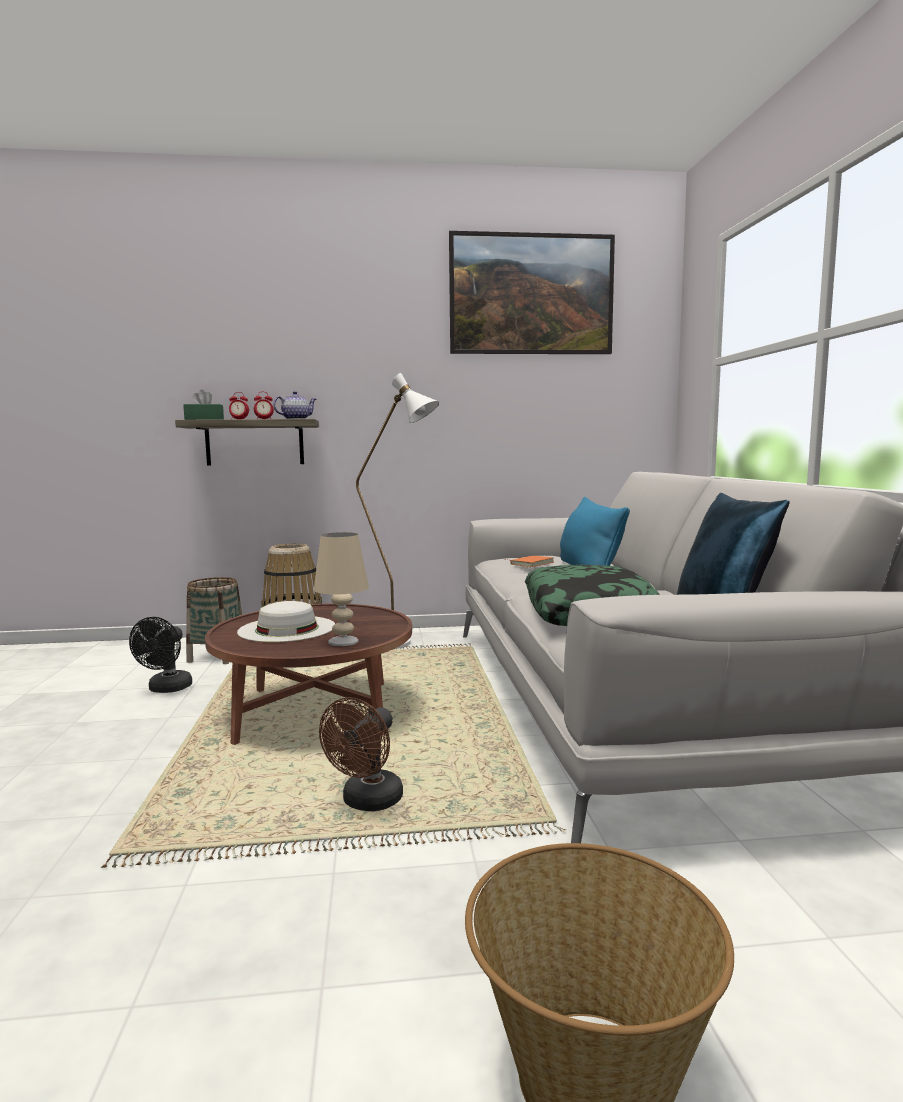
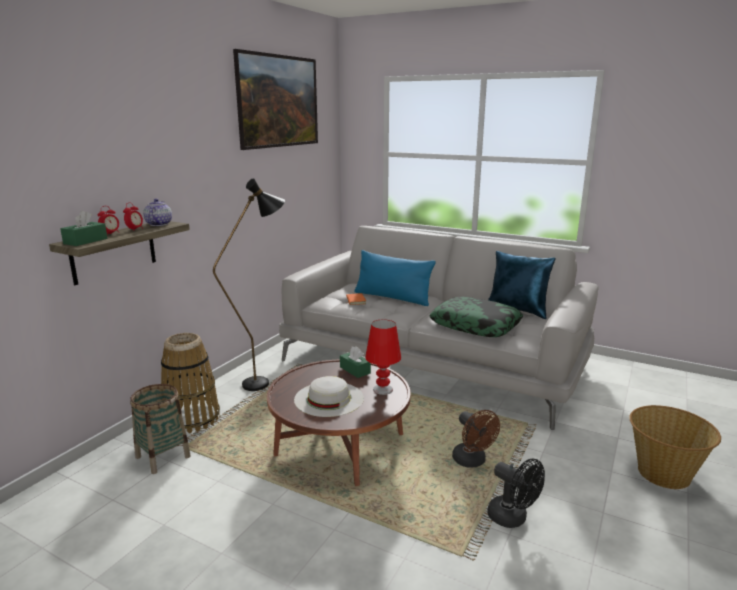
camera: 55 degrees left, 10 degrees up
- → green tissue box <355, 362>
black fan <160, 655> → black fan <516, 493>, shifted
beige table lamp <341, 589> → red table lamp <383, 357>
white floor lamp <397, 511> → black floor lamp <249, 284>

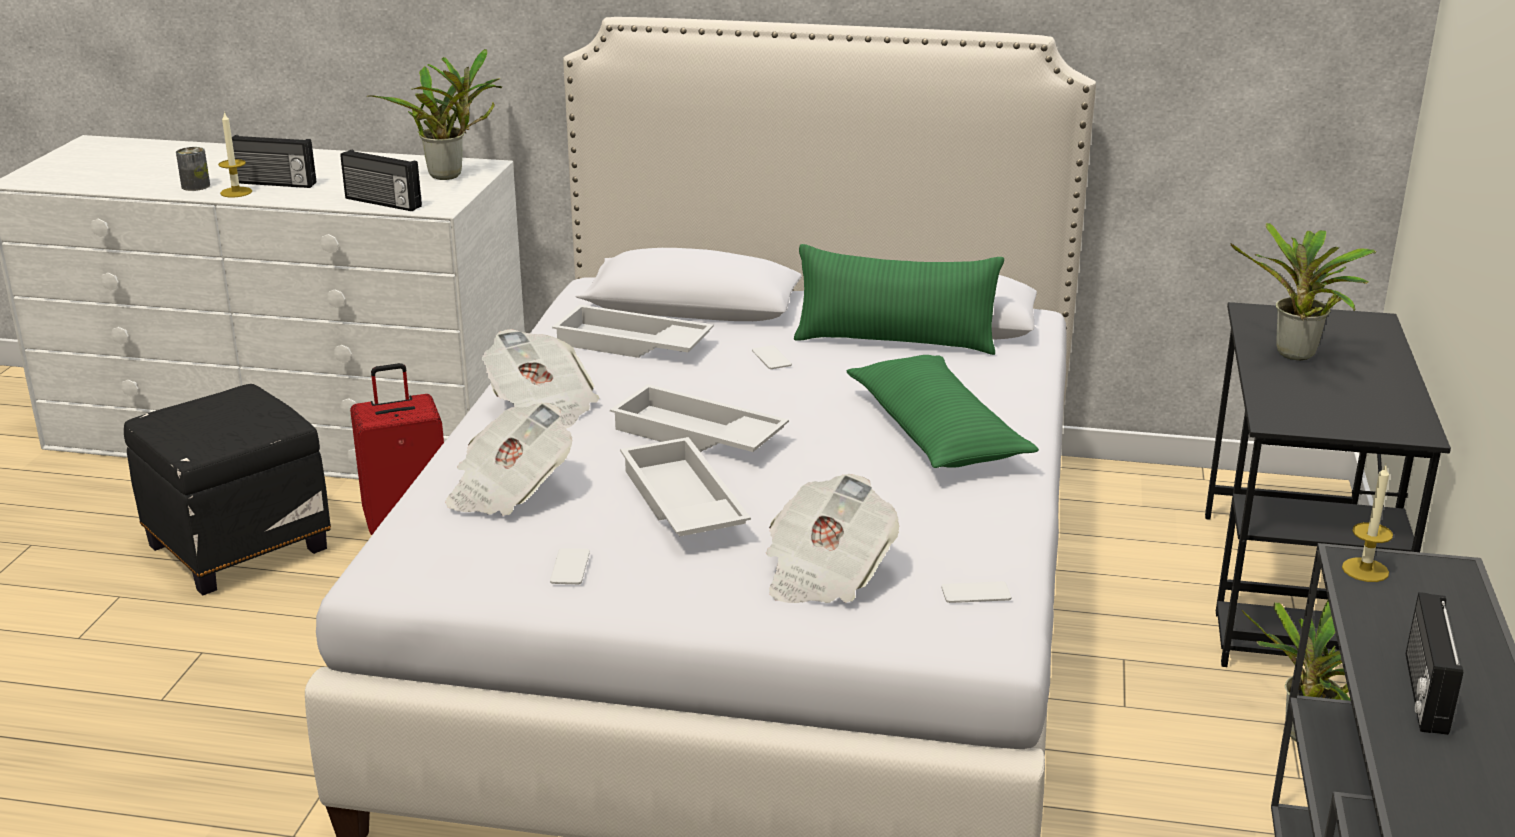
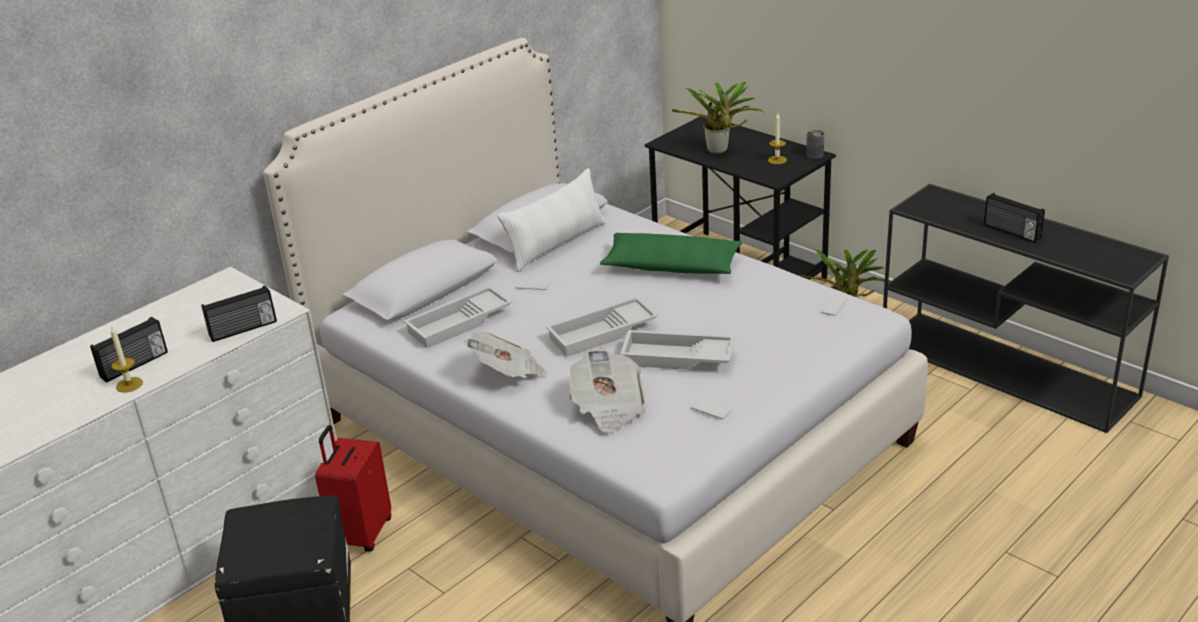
camera: 55 degrees left, 5 degrees up
potted plant <434, 114> → -
newspaper <833, 538> → -
can <193, 169> → can <815, 144>, shifted
candle <1367, 523> → candle <777, 138>, shifted
green pillow <899, 299> → white pillow <552, 220>

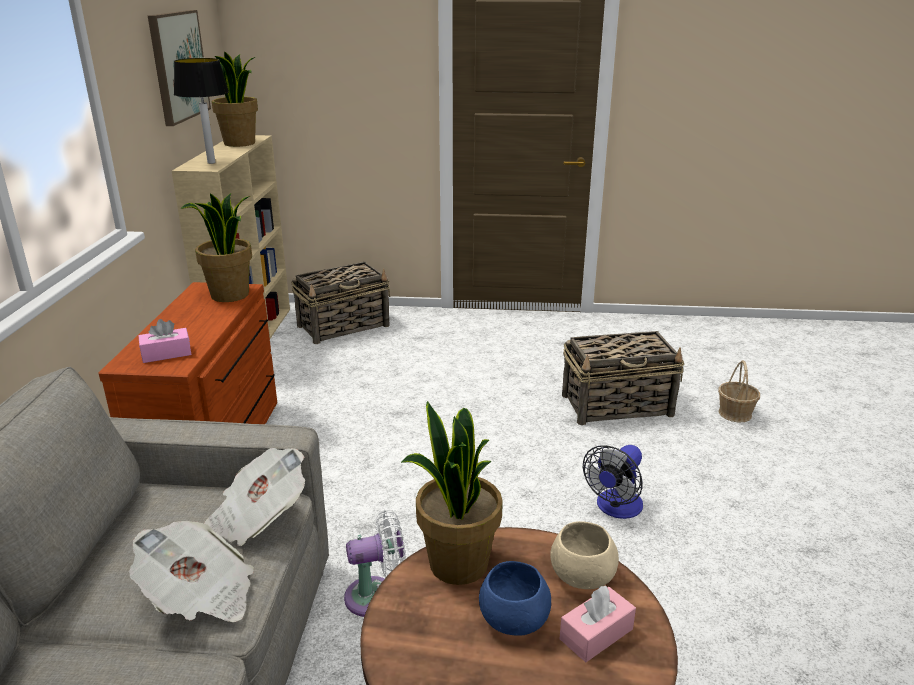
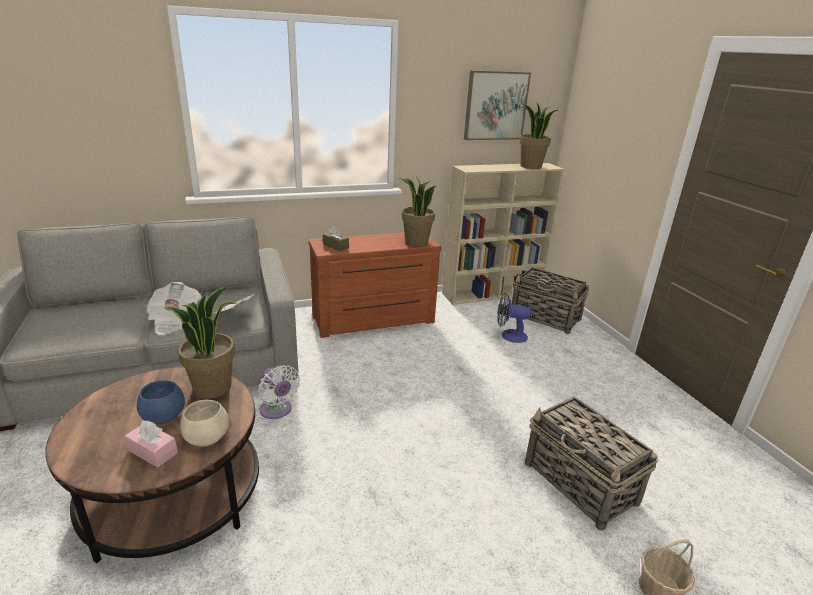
camera: 65 degrees right, 0 degrees up
table lamp <201, 111> → -
fan <613, 482> → fan <514, 318>, shifted
pink tissue box <165, 341> → brown tissue box <336, 238>

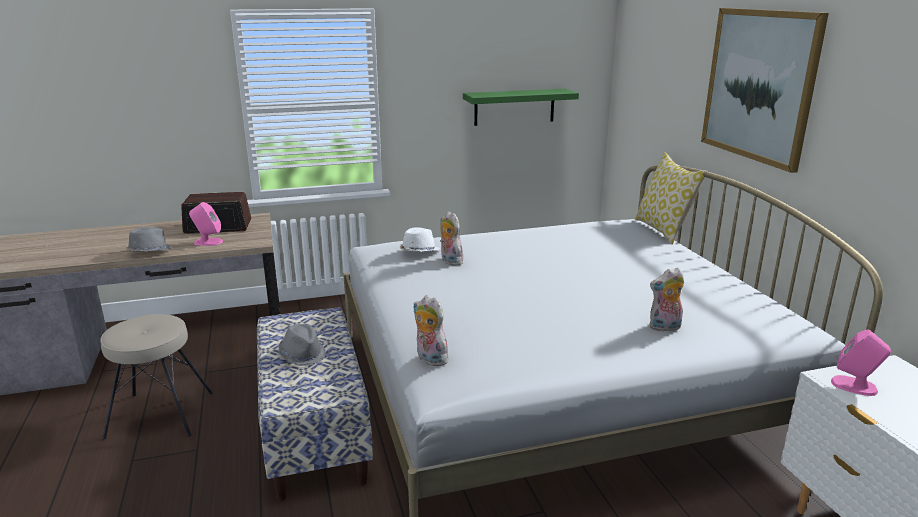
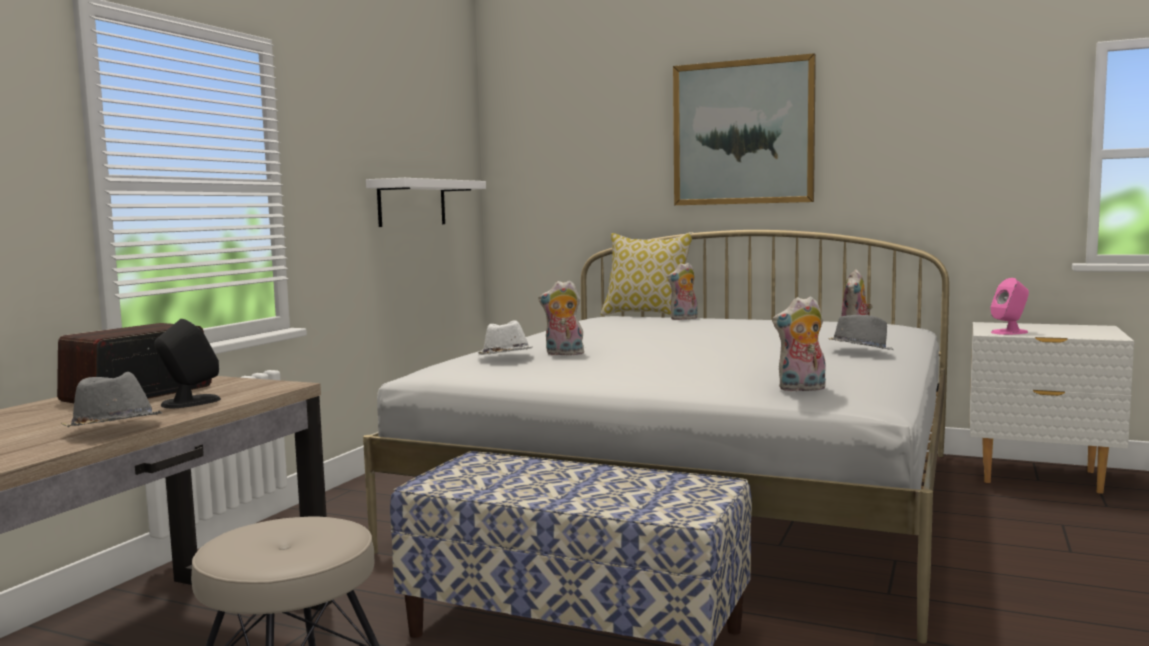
camera: 50 degrees left, 15 degrees down
- → plush toy <682, 291>
grey hat <302, 345> → grey hat <861, 332>, shifted
pink speaker <206, 224> → black speaker <187, 363>
green shelf <521, 107> → white shelf <426, 202>

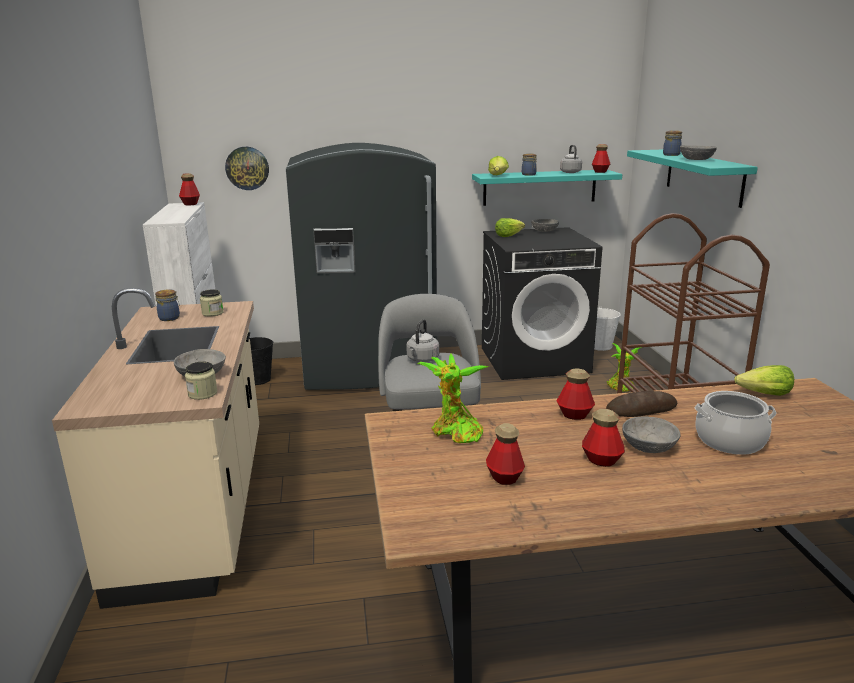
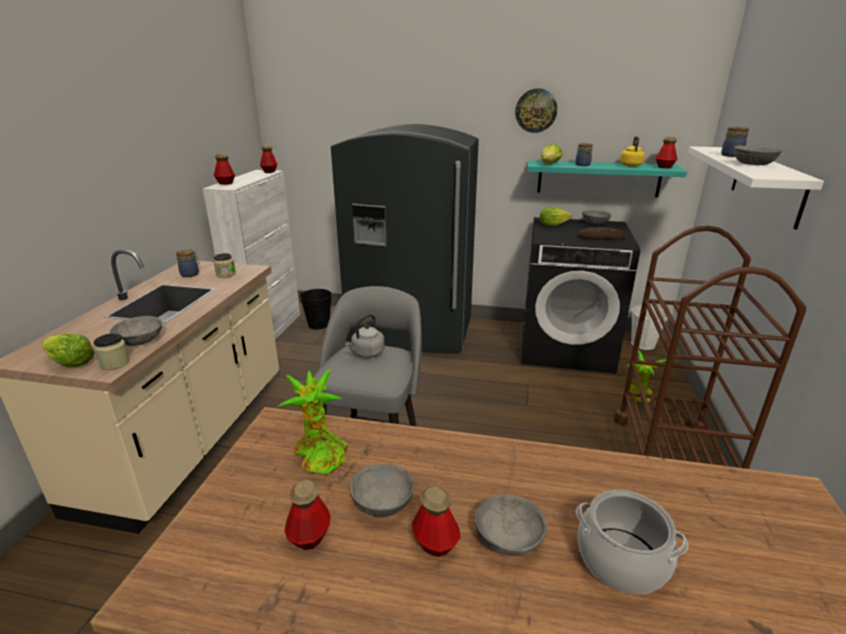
camera: 20 degrees right, 5 degrees up
- → grey bowl <382, 490>
wall clock <247, 168> → wall clock <536, 111>, shifted
bottle <576, 394> → bottle <224, 169>, shifted
bread <642, 404> → bread <602, 233>, shifted
lettuce <764, 380> → lettuce <68, 350>, shifted
grey kettle <571, 159> → yellow kettle <632, 151>
turquoise shelf <692, 179> → white shelf <756, 188>

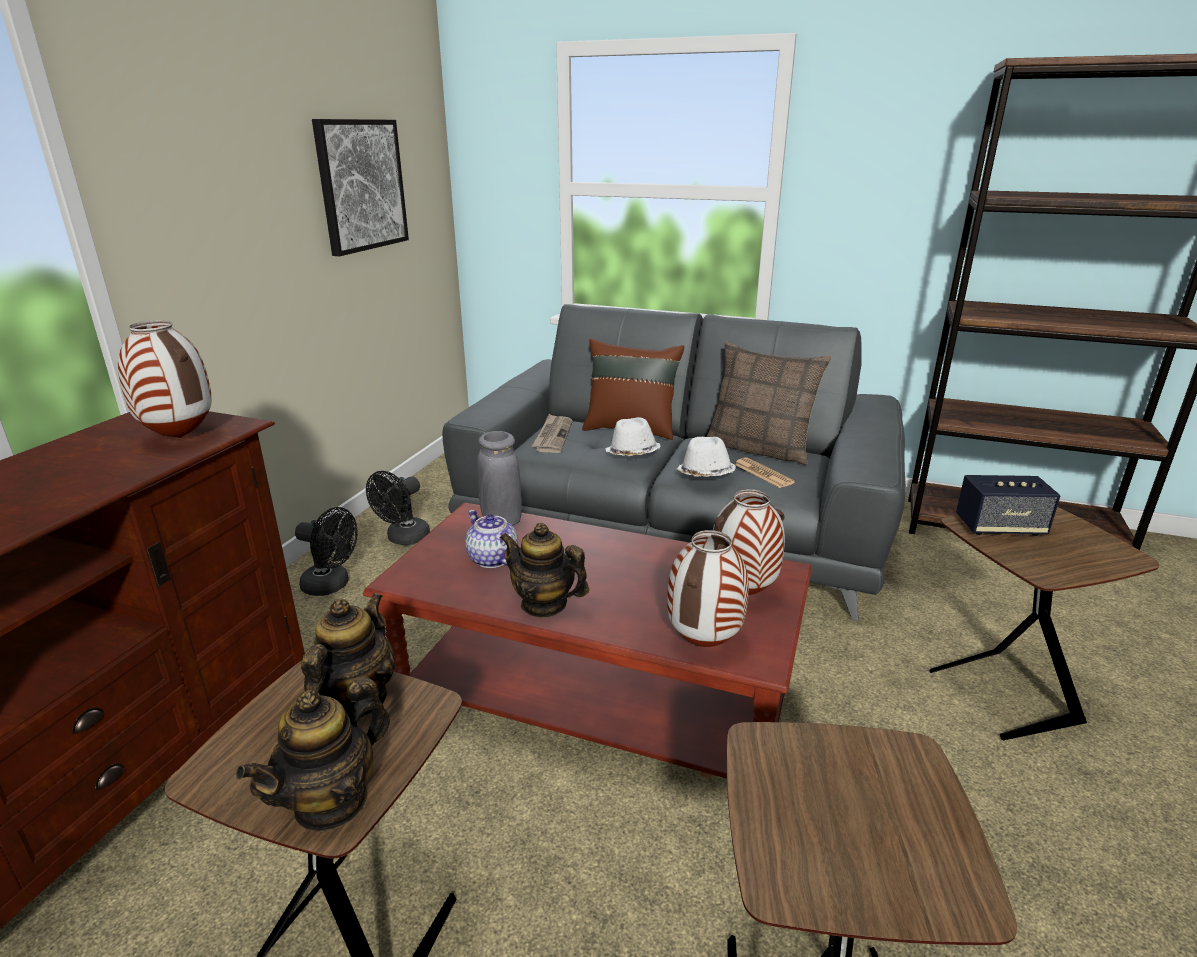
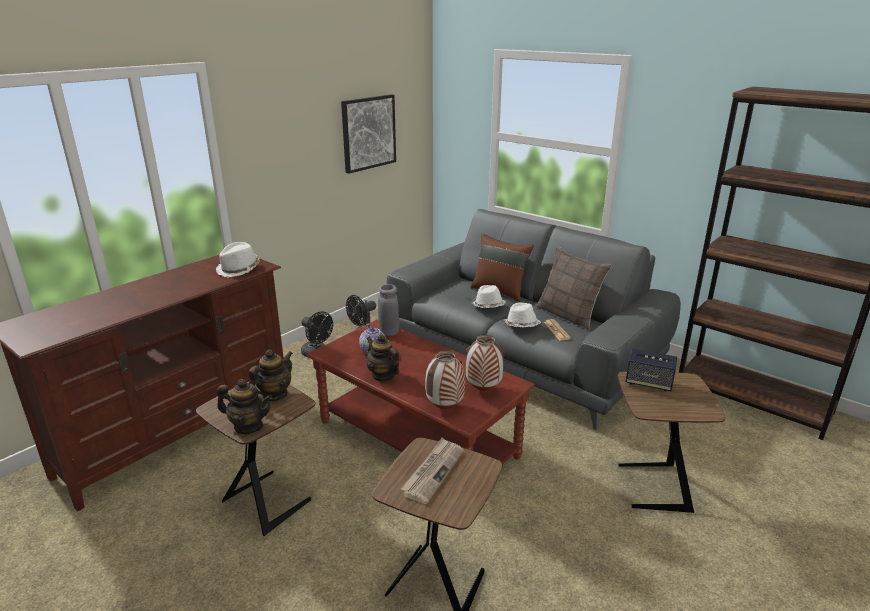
camera: 20 degrees right, 0 degrees up
newspaper <552, 433> → newspaper <432, 471>, shifted
vase <165, 379> → white hat <237, 259>
teapot <313, 755> → teapot <244, 406>, 135 degrees counterclockwise

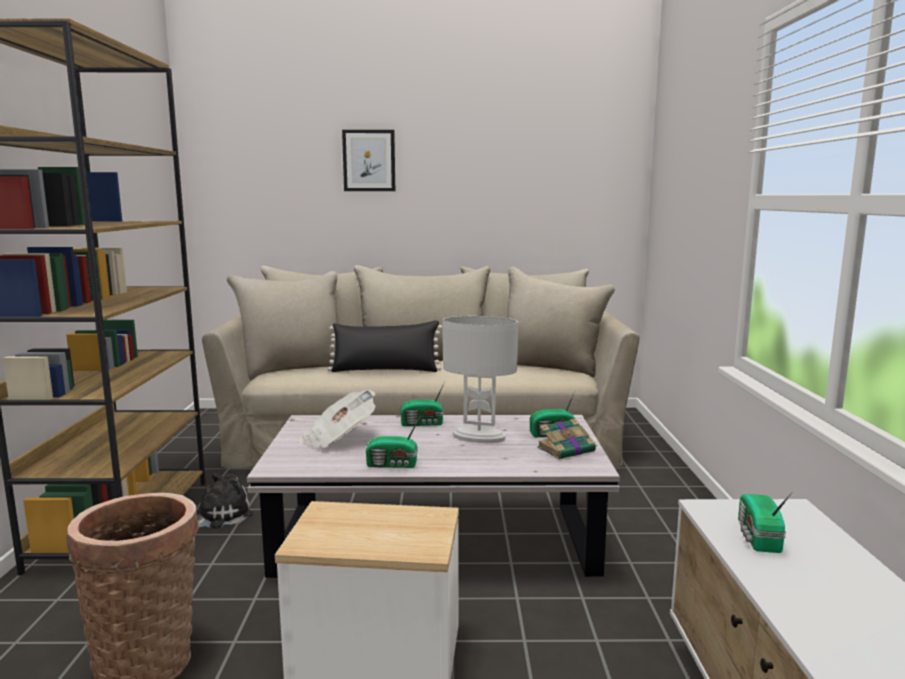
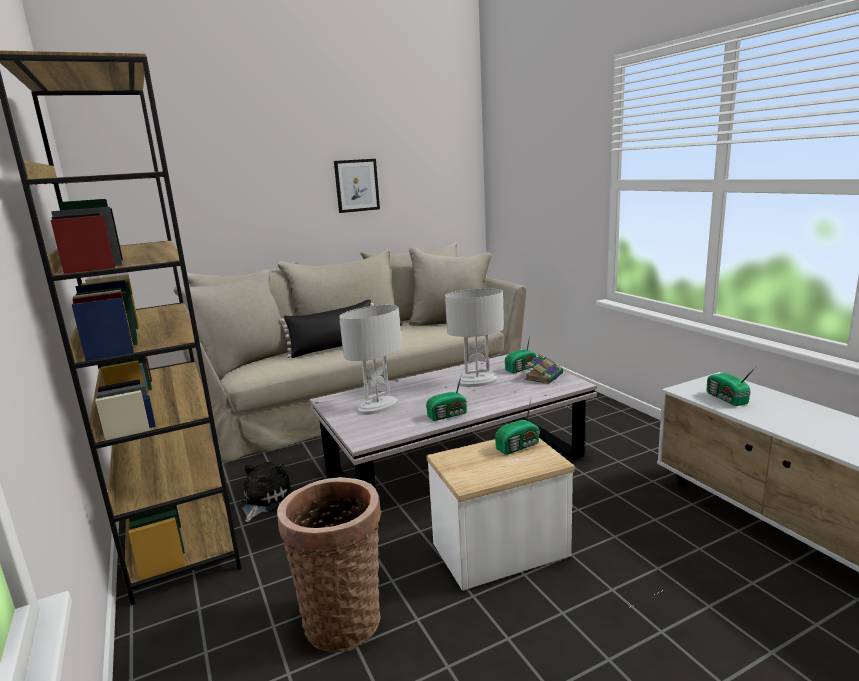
camera: 25 degrees left, 5 degrees up
picture <368, 160> → picture <357, 186>, shifted
radio <423, 404> → radio <517, 427>, shifted
newspaper <337, 419> → white table lamp <370, 360>

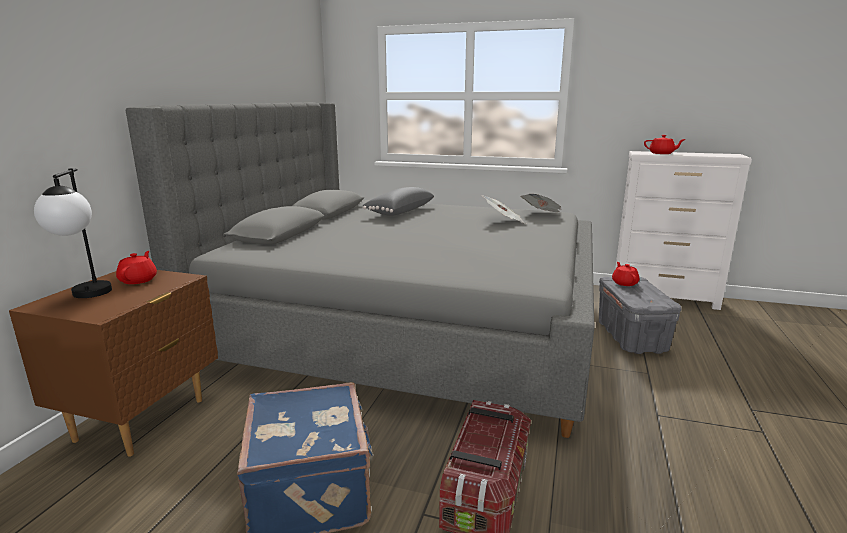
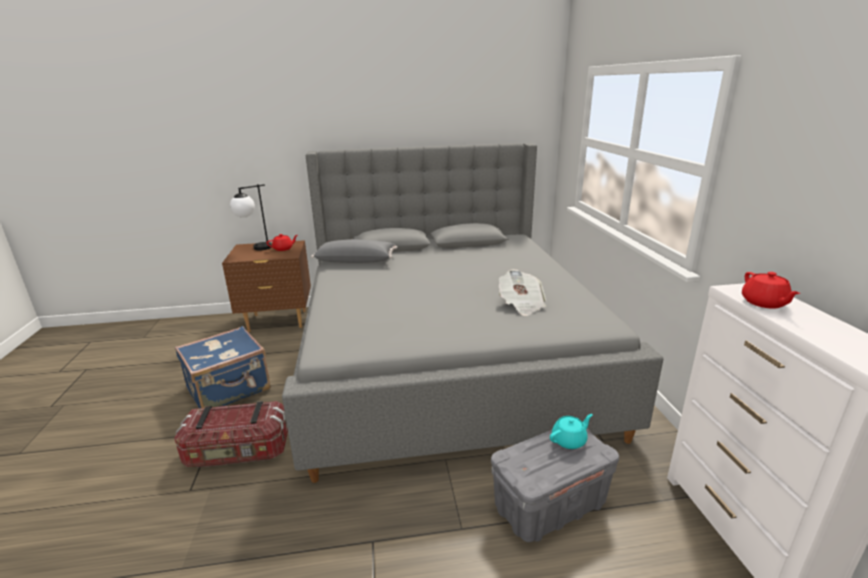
camera: 65 degrees right, 5 degrees up
newspaper <541, 203> → -
grey pillow <398, 201> → grey pillow <354, 251>, shifted
red teapot <625, 274> → turquoise teapot <571, 431>

